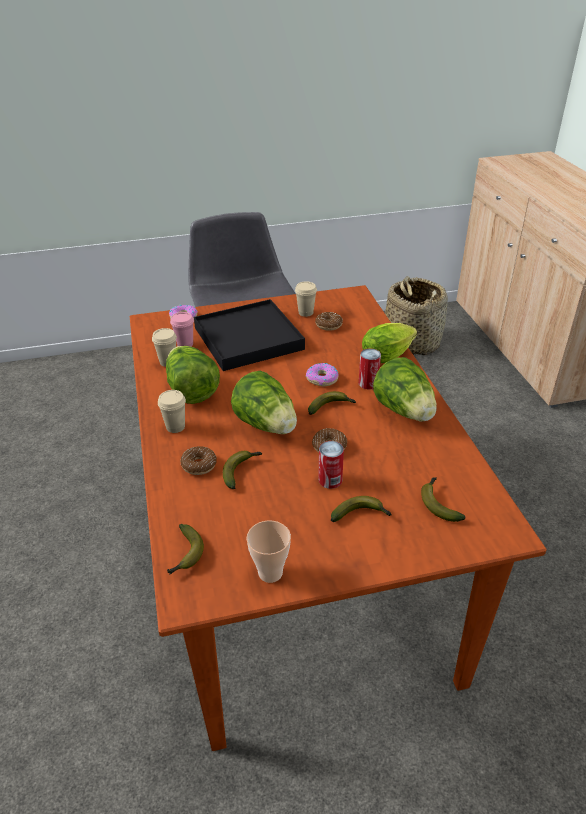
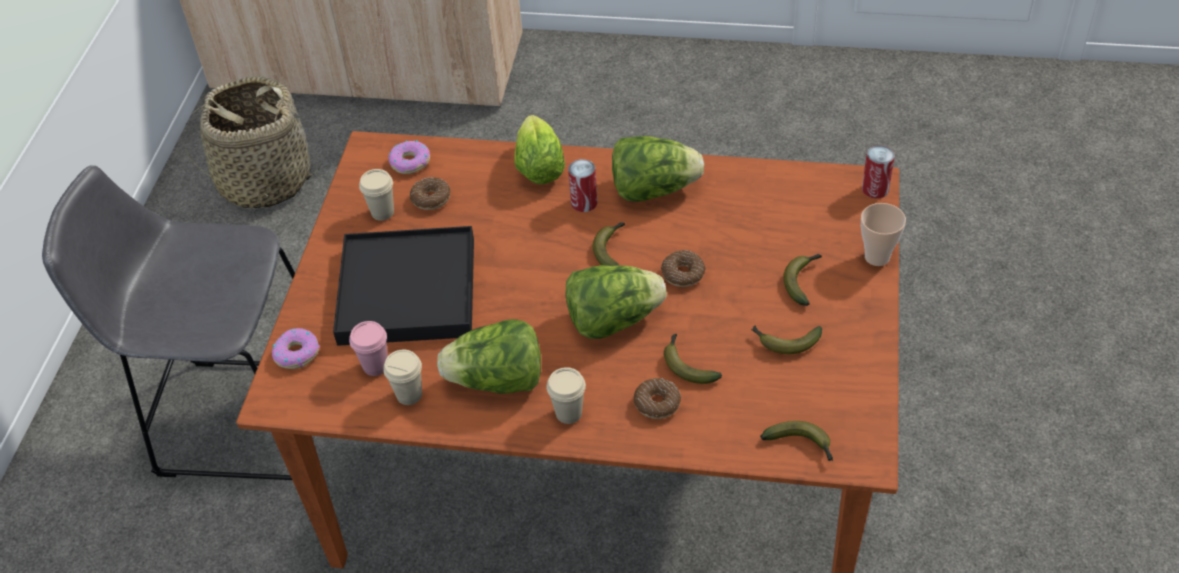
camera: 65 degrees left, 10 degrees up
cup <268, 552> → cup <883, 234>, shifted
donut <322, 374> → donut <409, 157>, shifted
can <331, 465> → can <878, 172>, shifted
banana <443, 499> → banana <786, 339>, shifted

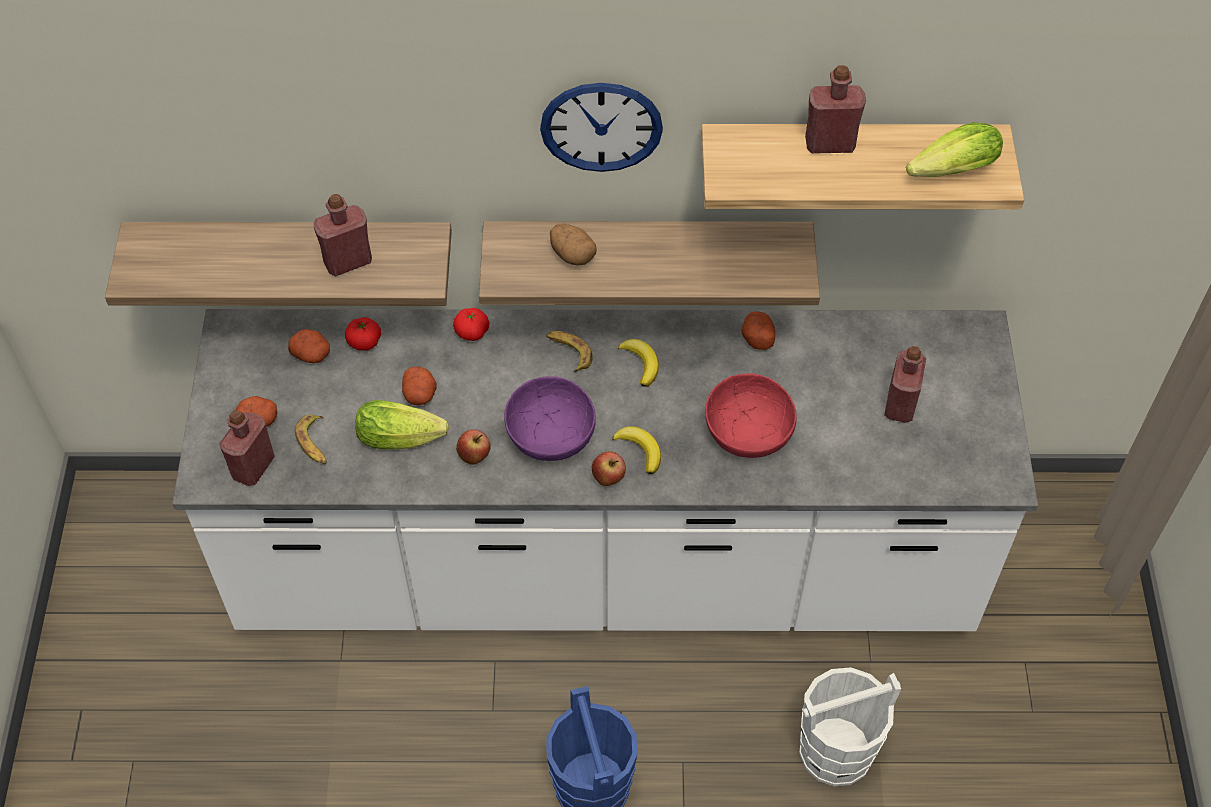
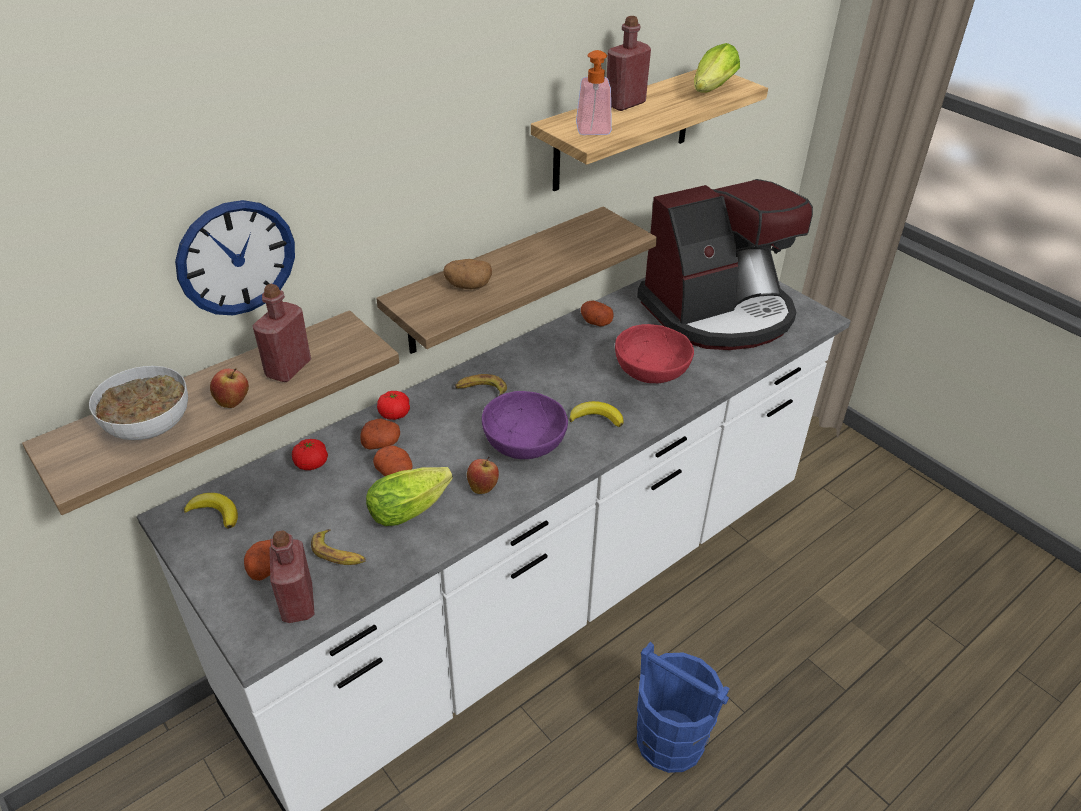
camera: 40 degrees left, 15 degrees down
white bucket <850, 726> → -
- → bowl <138, 403>
- → soap dispenser <594, 92>
potato <309, 346> → potato <380, 434>, shifted
wall clock <601, 127> → wall clock <235, 257>, shifted
apple <609, 468> → apple <229, 388>, shifted
banana <638, 363> → banana <211, 510>, shifted
red bottle <905, 384> → coffee machine <725, 264>

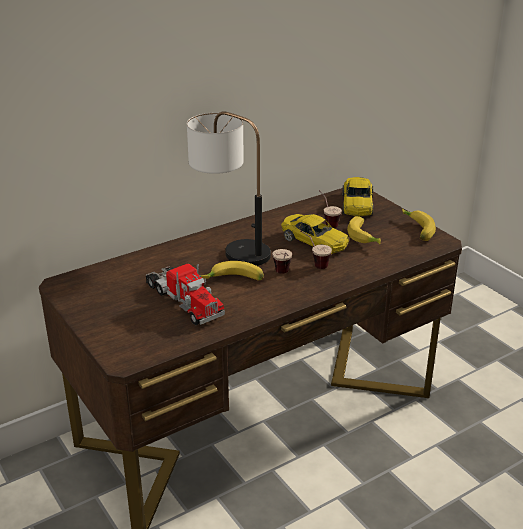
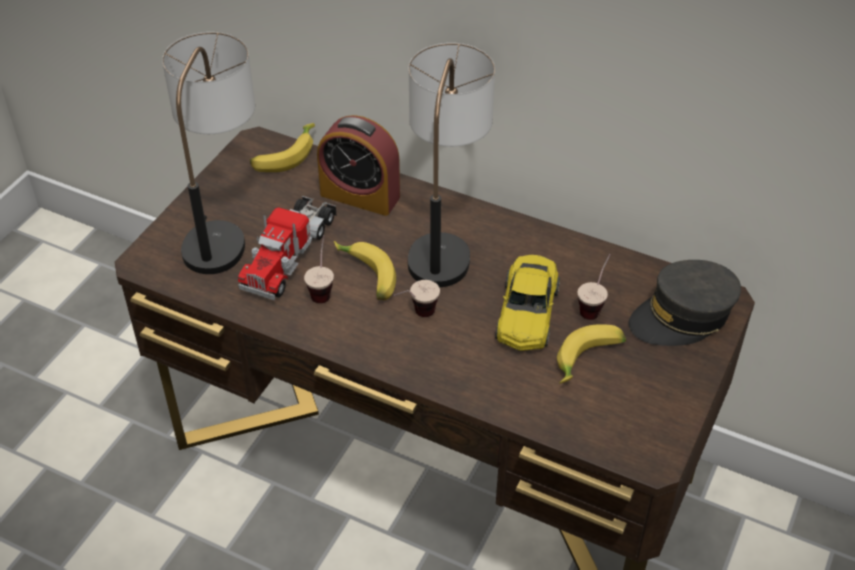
camera: 60 degrees right, 15 degrees up
- → table lamp <208, 153>
- → alarm clock <358, 165>
cup <316, 249> → cup <319, 269>, shifted
banana <419, 224> → banana <282, 147>, shifted
yellow toy car <357, 197> → grey cap <685, 303>

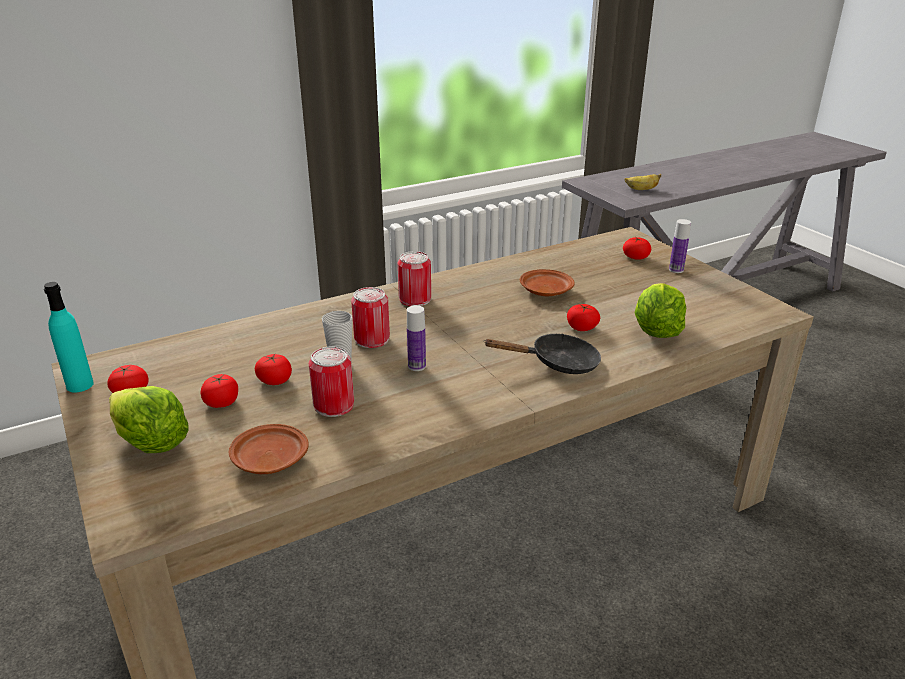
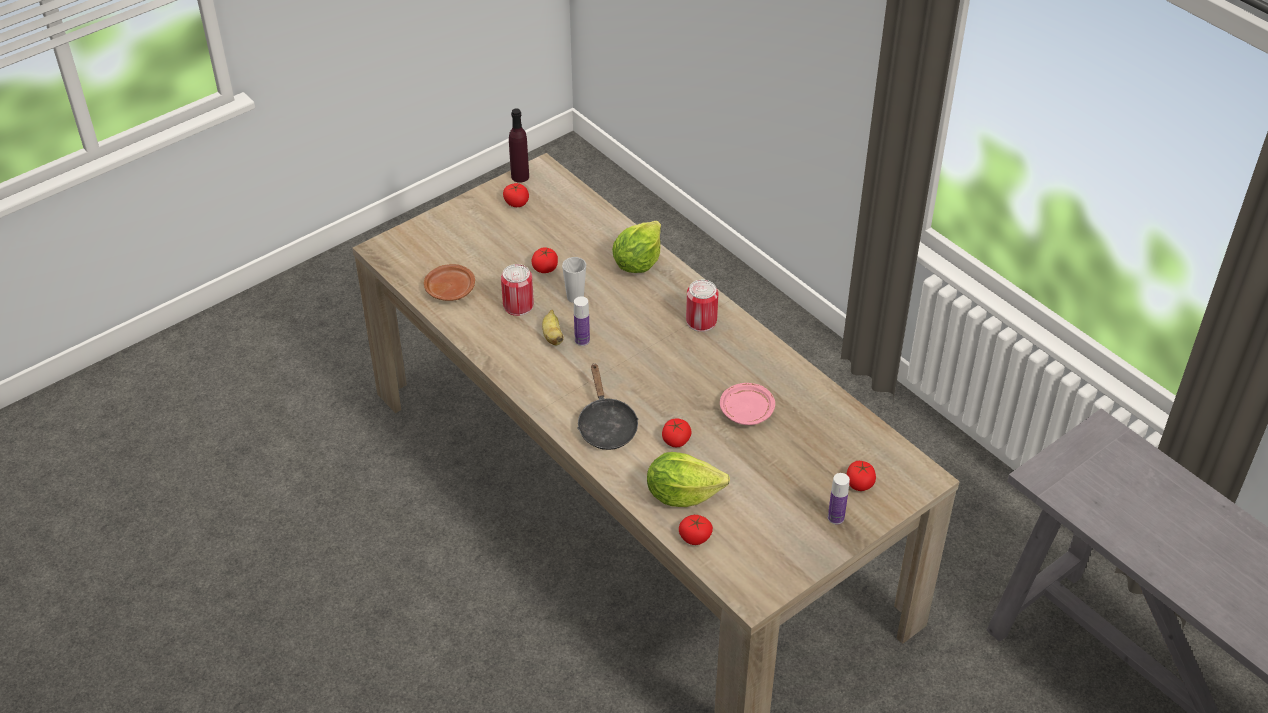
camera: 80 degrees right, 15 degrees up
can <370, 317> → -
lettuce <149, 419> → lettuce <636, 247>, shifted
tomato <219, 391> → tomato <696, 530>, shifted
banana <643, 182> → banana <553, 327>, shifted
turquoise bottle <69, 337> → purple bottle <519, 145>
brown plate <547, 282> → pink plate <747, 404>

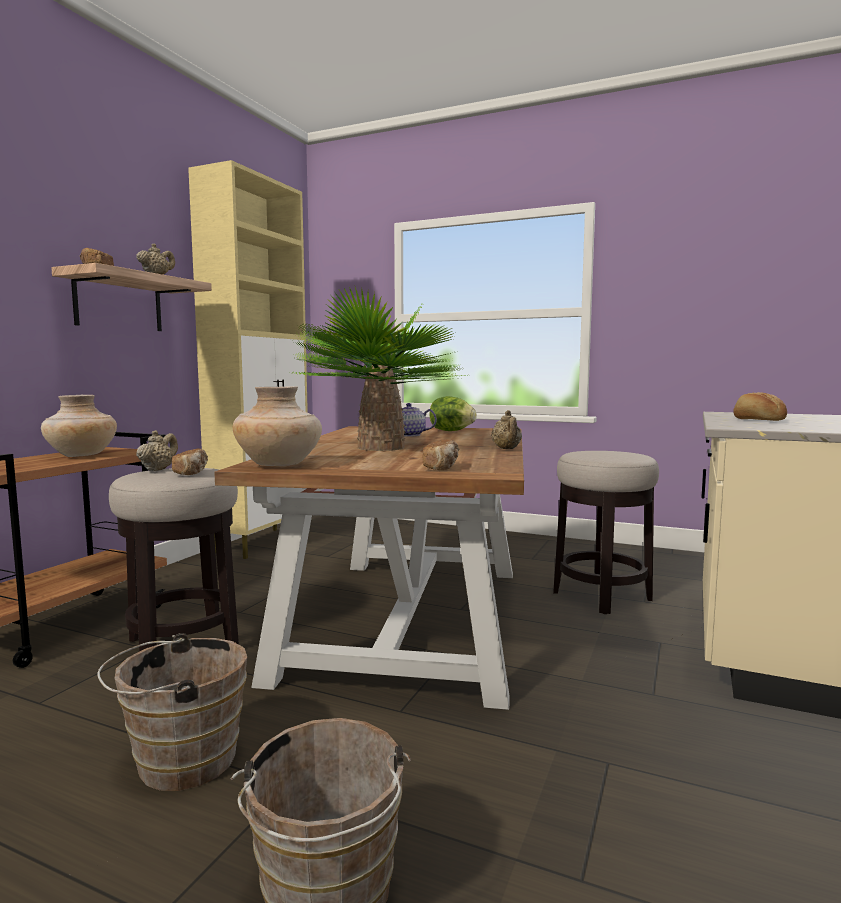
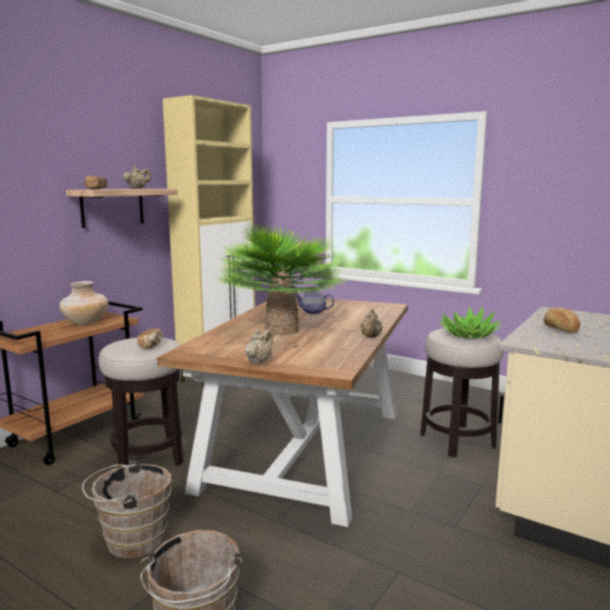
camera: 10 degrees right, 5 degrees up
beige vase <277, 426> → -
bread <441, 455> → -
lettuce <453, 413> → -
- → potted plant <470, 322>
beige teapot <157, 450> → beige teapot <259, 346>, shifted

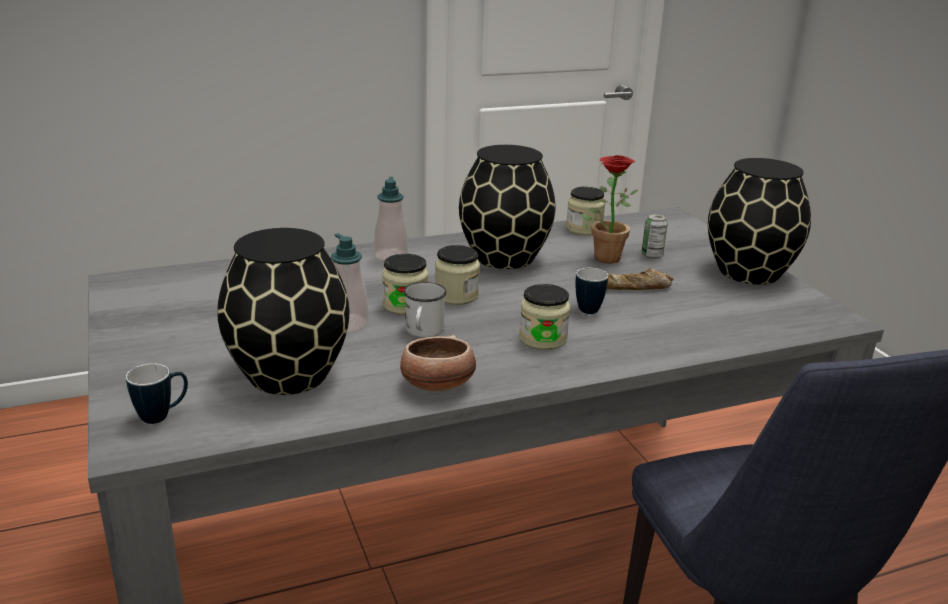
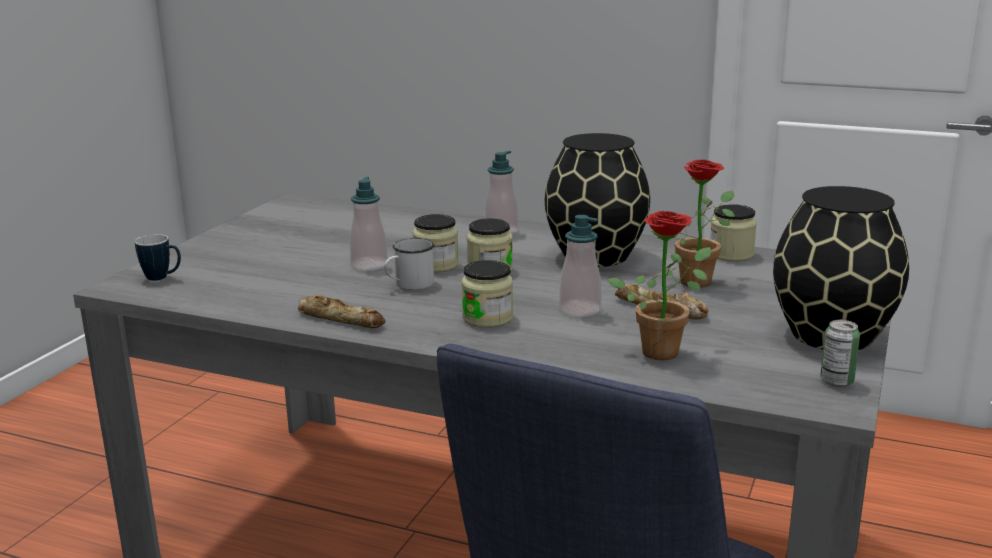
camera: 45 degrees right, 5 degrees down
black vase <283, 311> → -
- → potted plant <659, 285>
can <654, 236> → can <840, 353>, shifted
bowl <438, 363> → bread <342, 311>
mug <592, 291> → soap dispenser <580, 266>

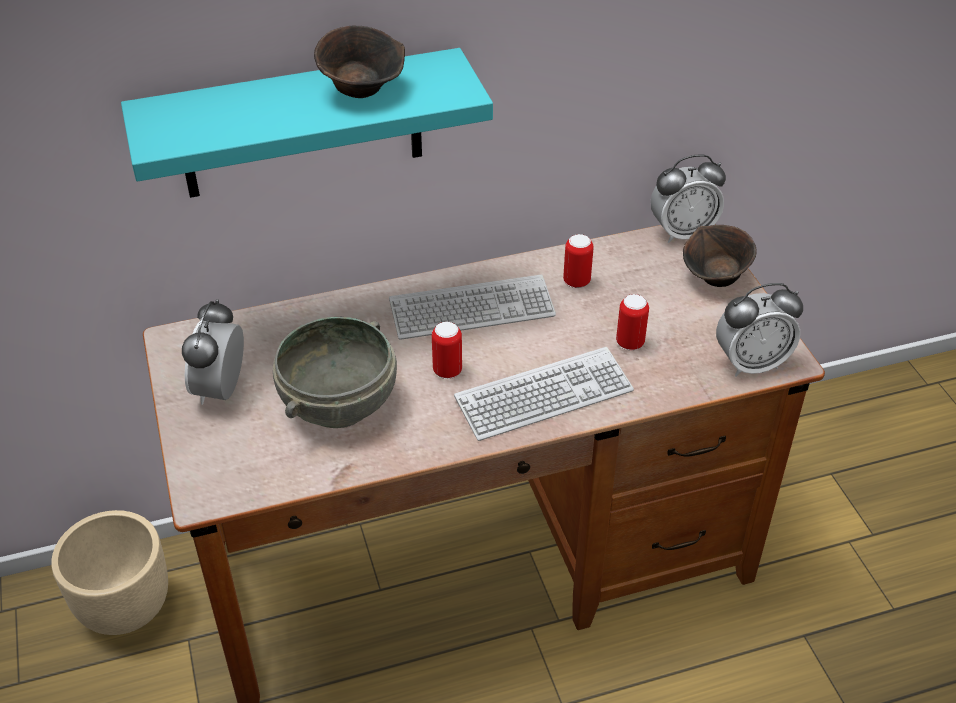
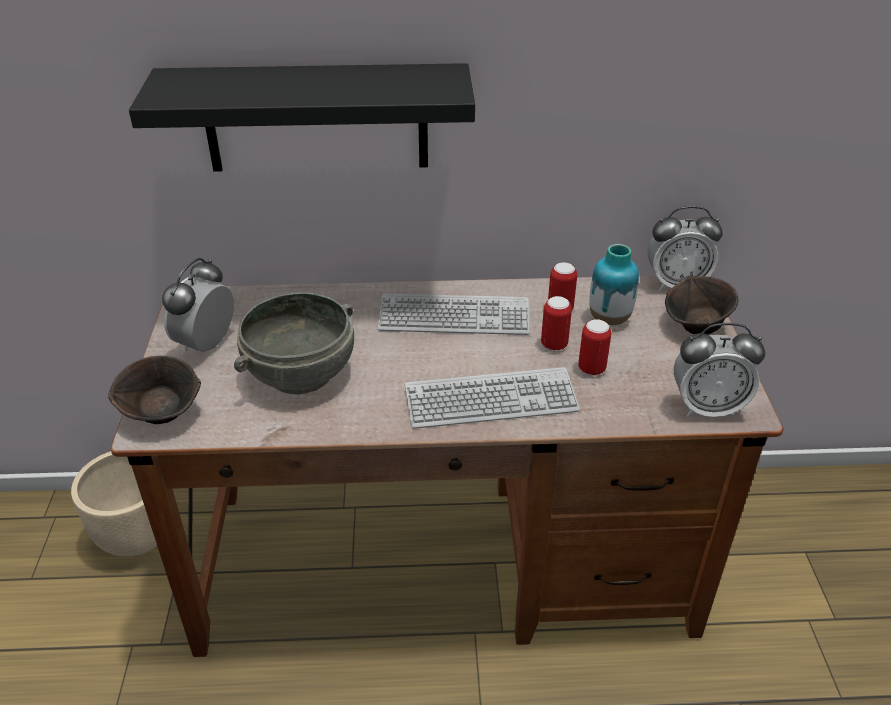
camera: 15 degrees right, 5 degrees down
- → vase <614, 284>
brown bowl <359, 62> → brown bowl <154, 390>, shifted
can <447, 350> → can <556, 323>, shifted
turquoise shelf <307, 123> → black shelf <302, 117>

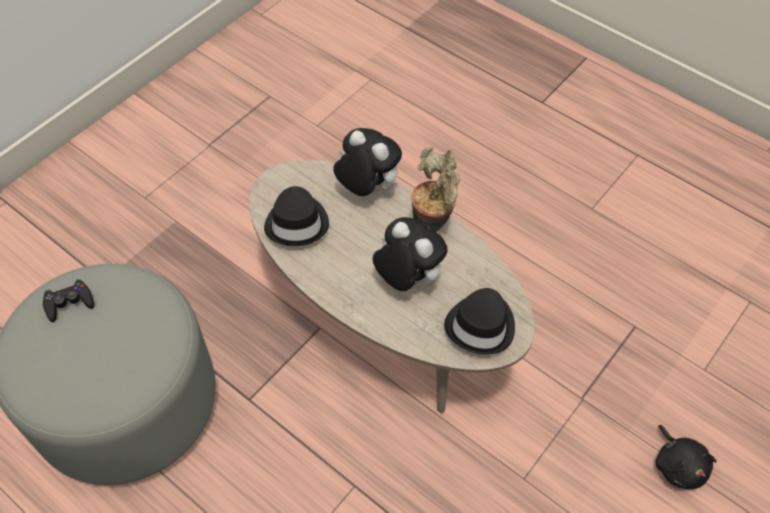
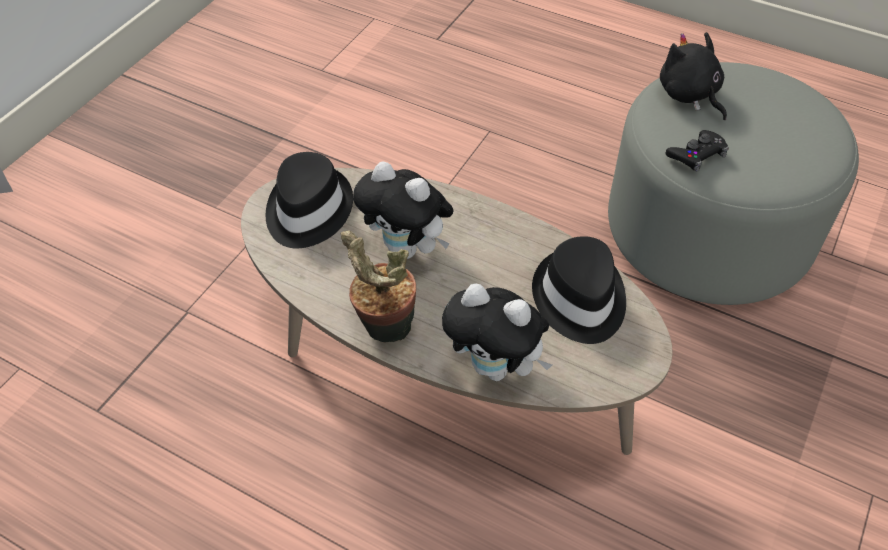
camera: 170 degrees right, 5 degrees down
black game controller <68, 300> → black game controller <697, 151>, shifted
black plush toy <686, 457> → black plush toy <693, 76>, shifted

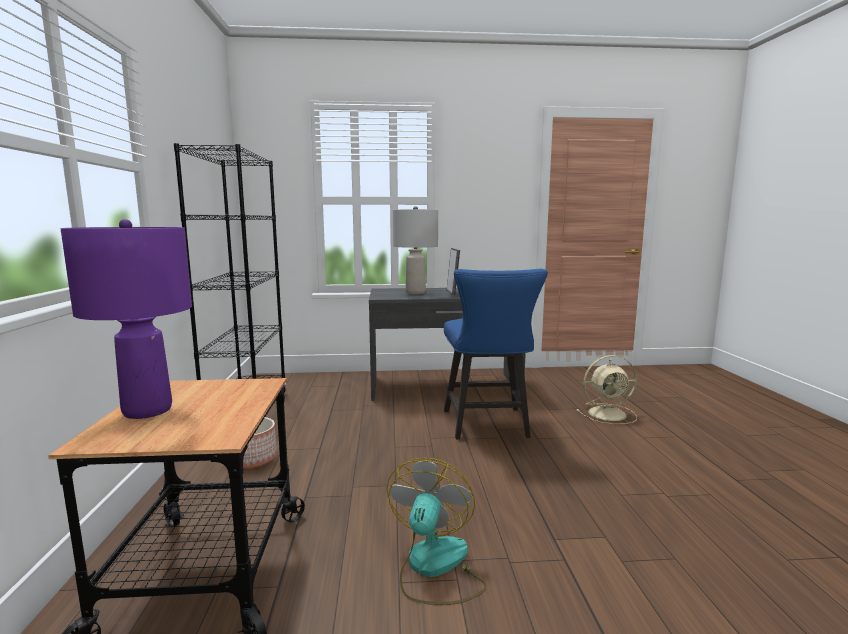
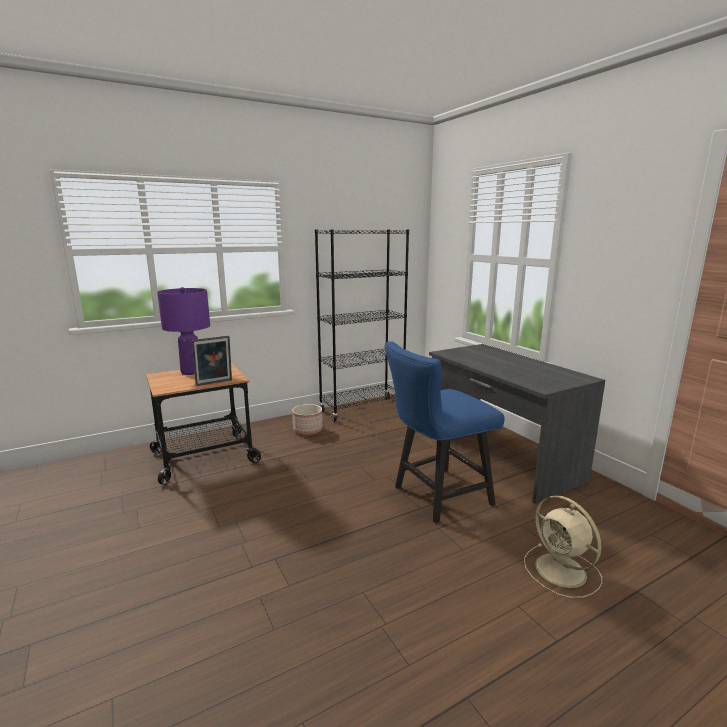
camera: 65 degrees right, 5 degrees up
fan <437, 531> → -
grey table lamp <415, 250> → -
picture frame <453, 271> → picture frame <212, 361>, shifted

